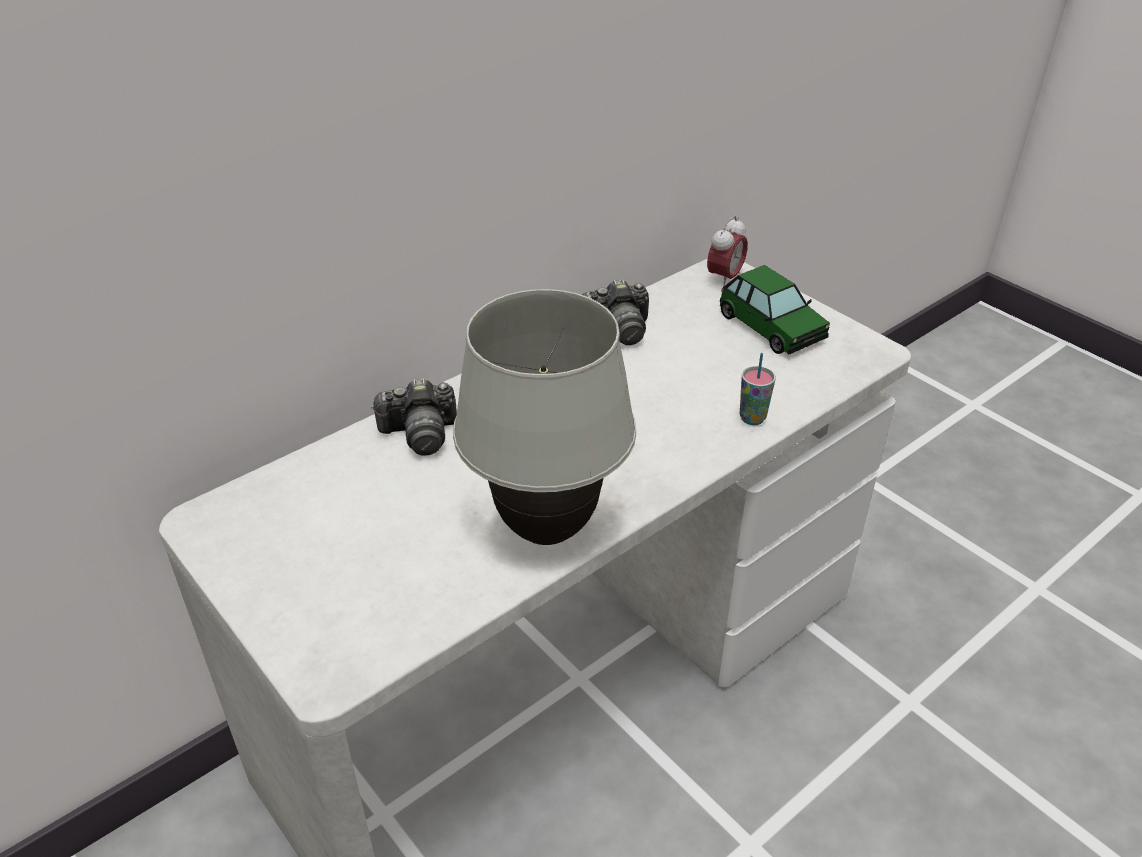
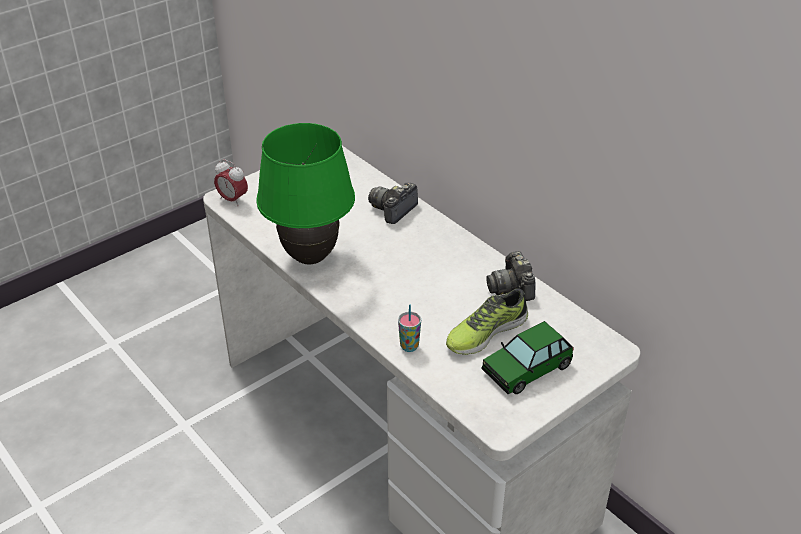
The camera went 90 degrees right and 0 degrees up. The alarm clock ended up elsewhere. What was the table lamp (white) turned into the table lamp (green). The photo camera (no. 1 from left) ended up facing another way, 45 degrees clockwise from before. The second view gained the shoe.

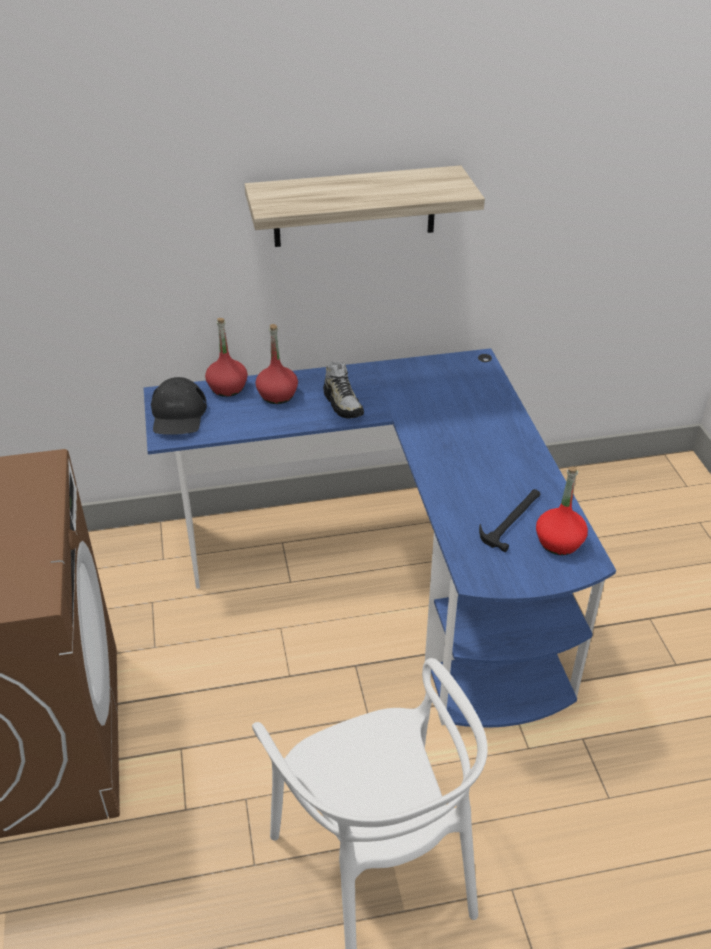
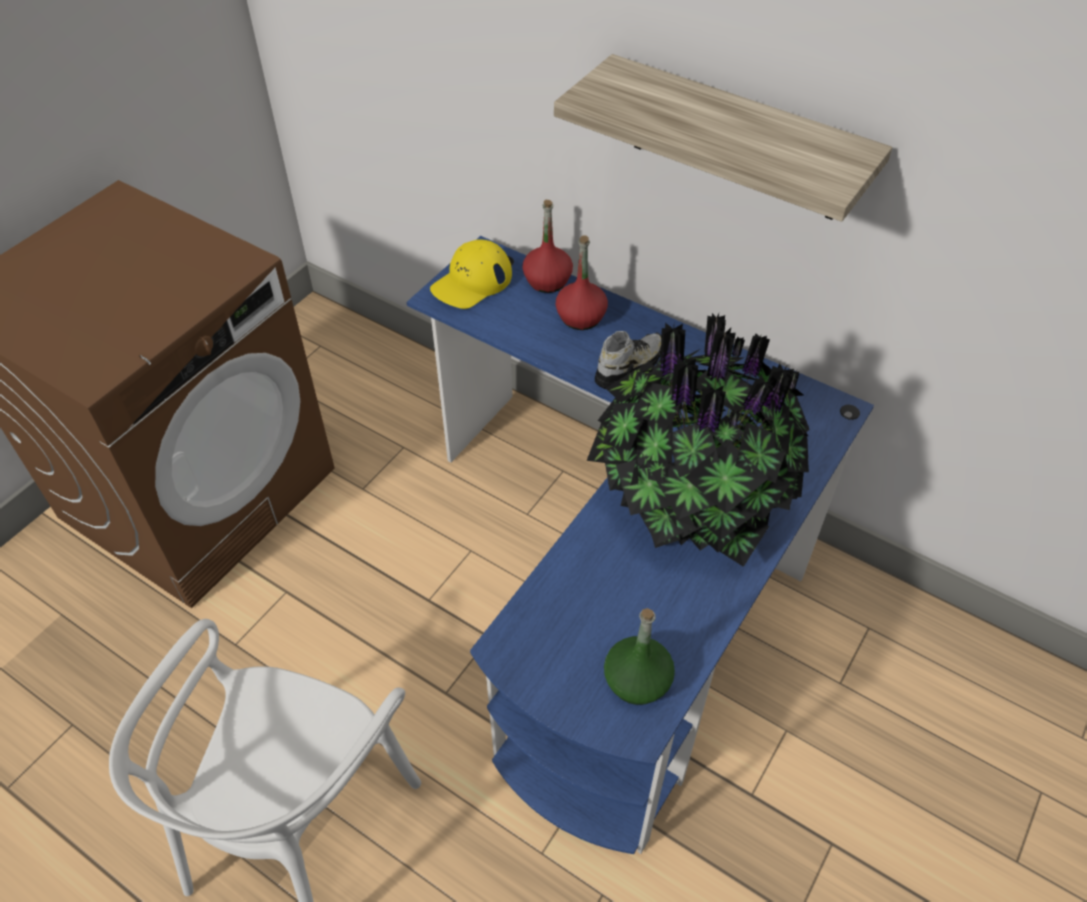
The camera went 45 degrees right and 10 degrees up. The shoe ended up facing another way, 150 degrees counterclockwise from before. What was the cap (black) turned into the cap (yellow). What was the bottle (red) (no. 3 from left) turned into the bottle (green). The second view lost the hammer. The second view gained the potted plant.

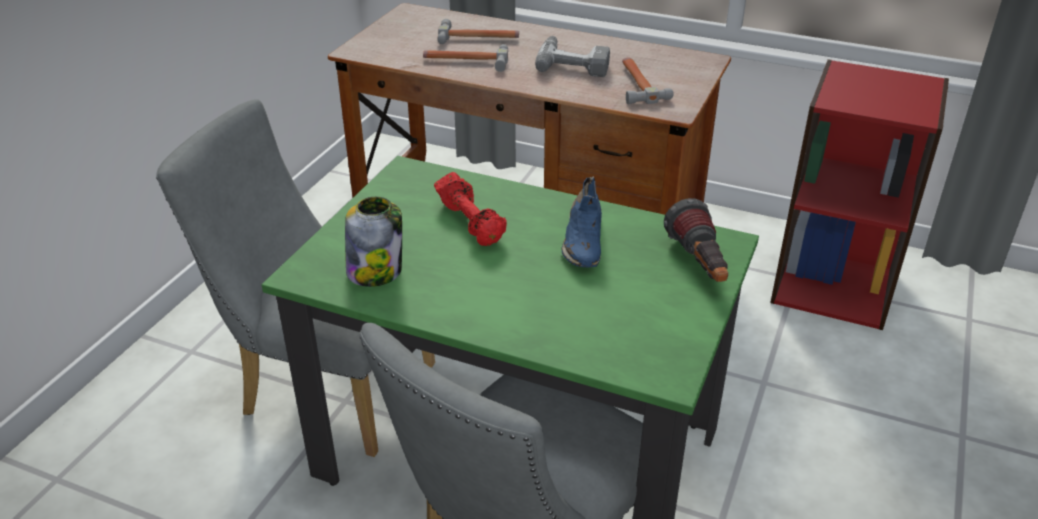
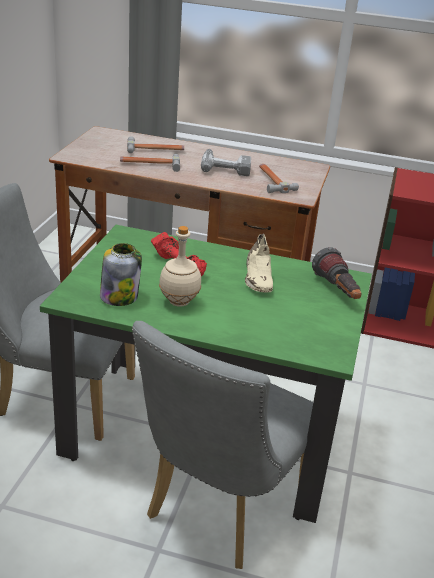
The camera went 10 degrees left and 5 degrees down. What was the shoe (blue) turned into the shoe (beige). The second view gained the bottle (beige).

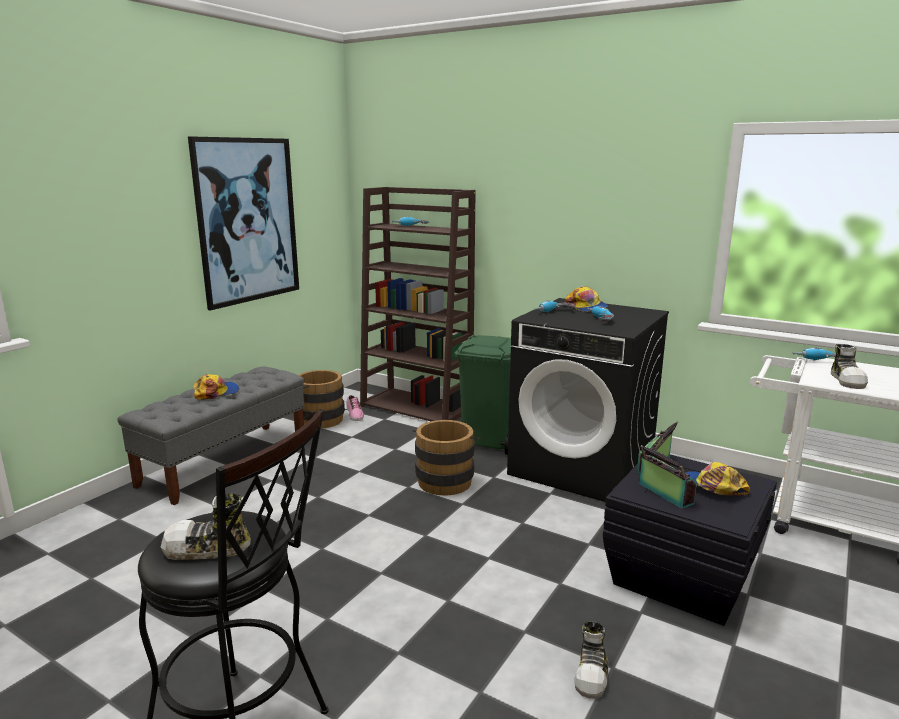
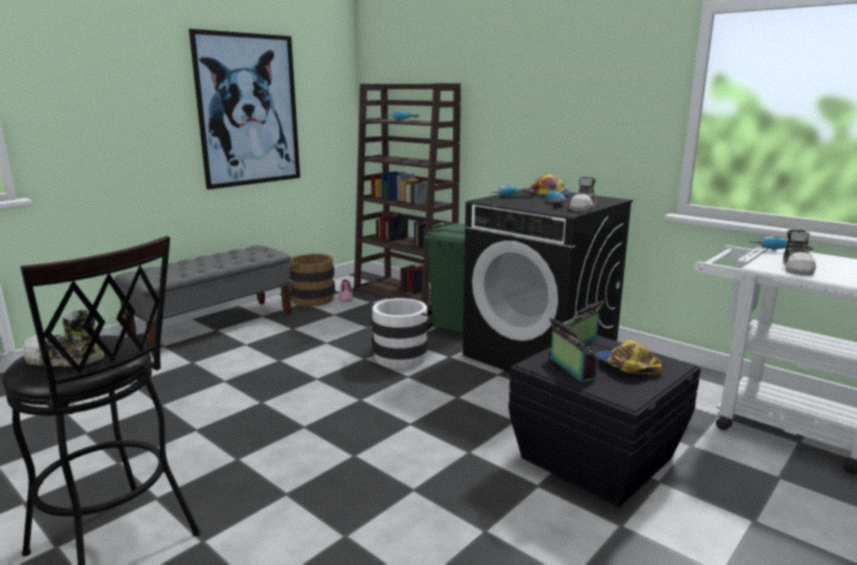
The camera went 10 degrees right and 0 degrees up. The second view lost the cap (no. 1 from left). What was the bucket (brown) (no. 2 from left) turned into the bucket (white). The shoe (no. 3 from left) ended up elsewhere.

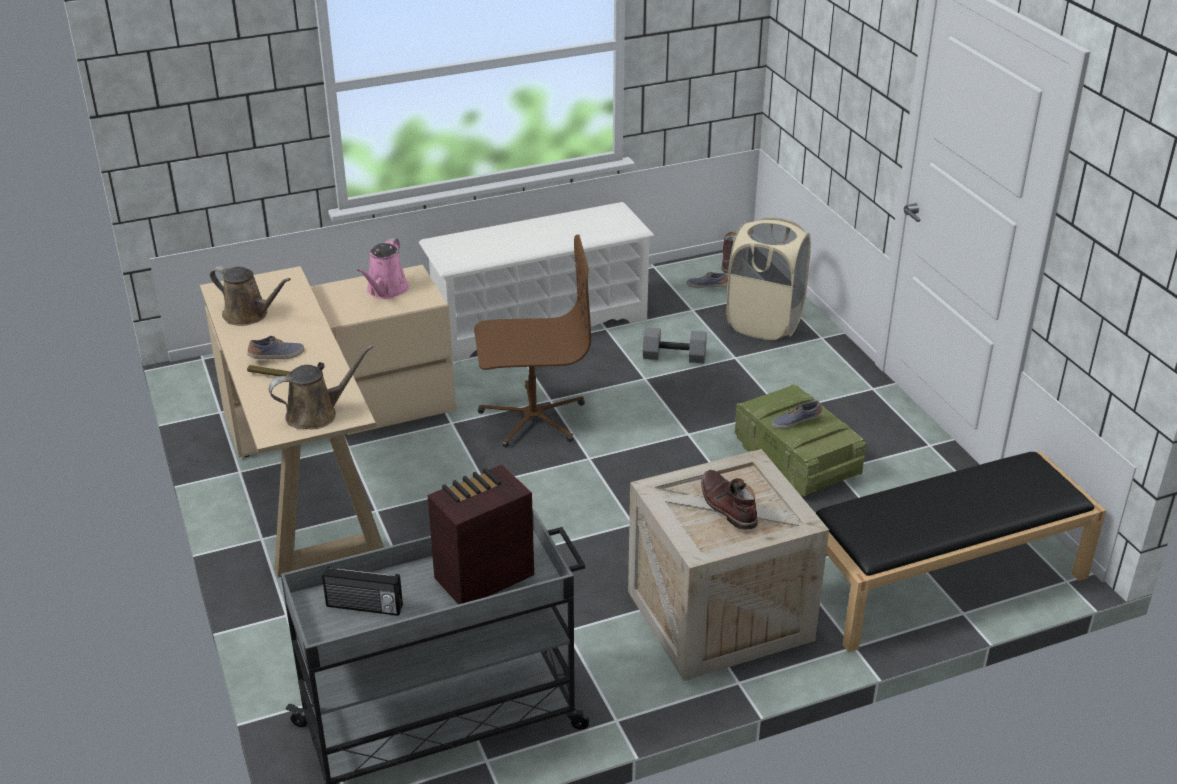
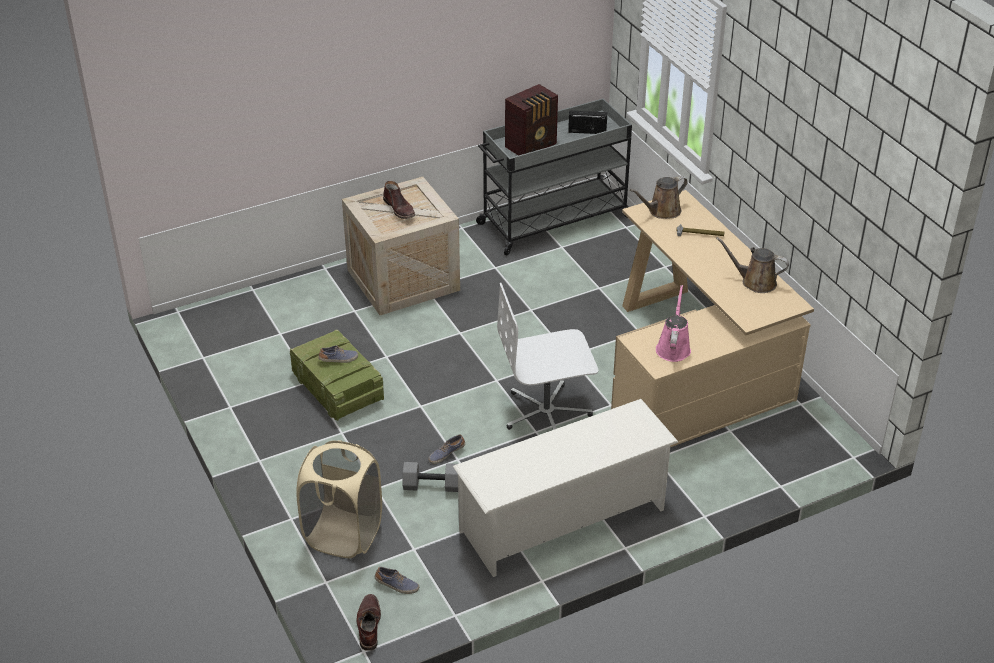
The camera went 175 degrees right and 5 degrees up. What was the office chair (brown) turned into the office chair (white). The shoe (no. 1 from left in the first image) ended up elsewhere. The second view lost the bench (black).

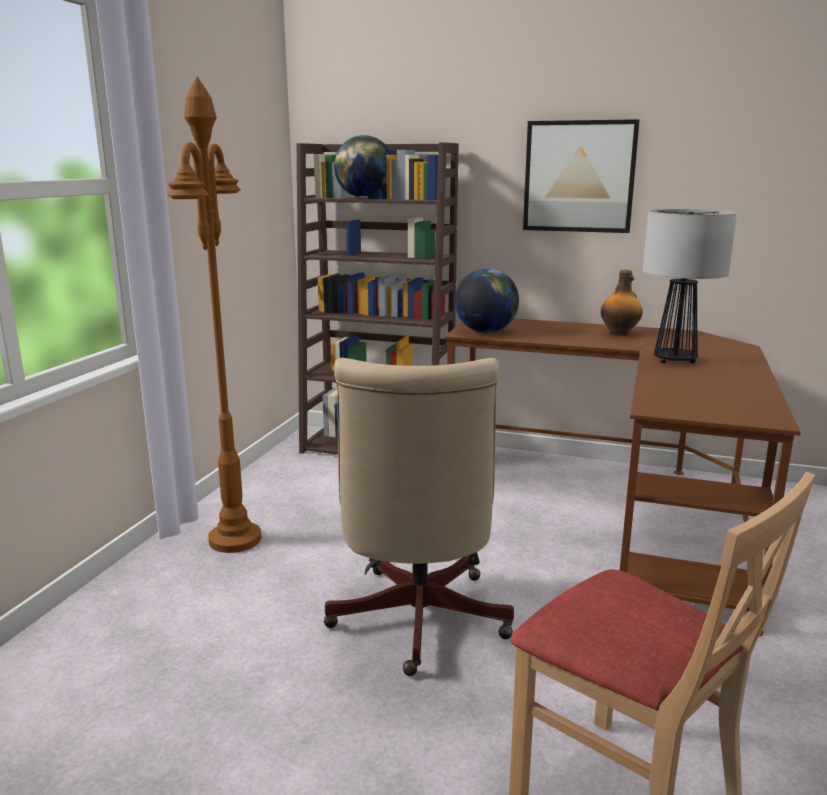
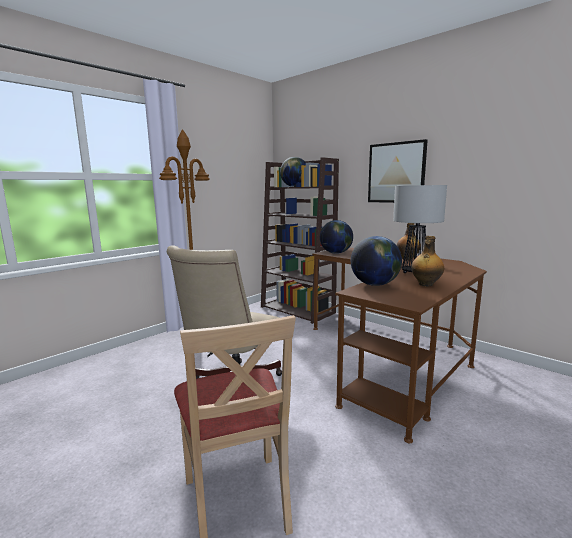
The camera went 25 degrees right and 5 degrees down. The second view gained the globe (no. 3 from left). The second view gained the bottle (no. 2 from left).

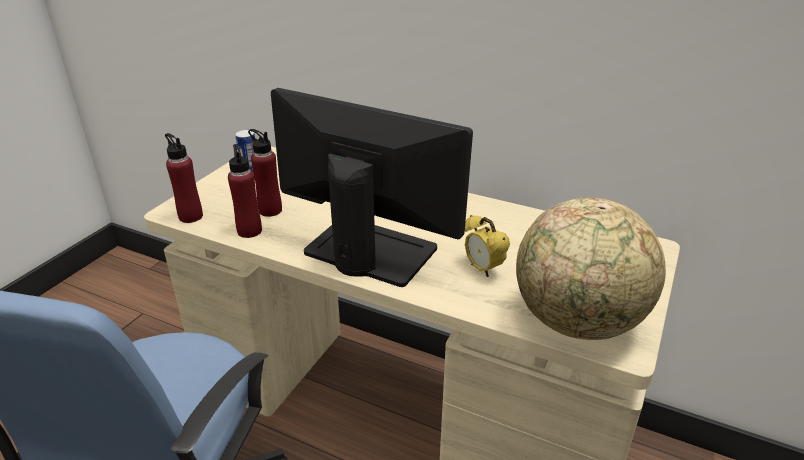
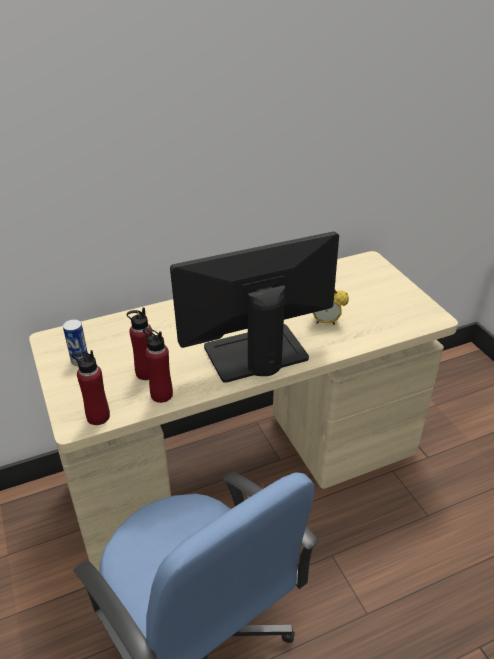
The camera went 50 degrees left and 5 degrees up. The second view lost the globe.

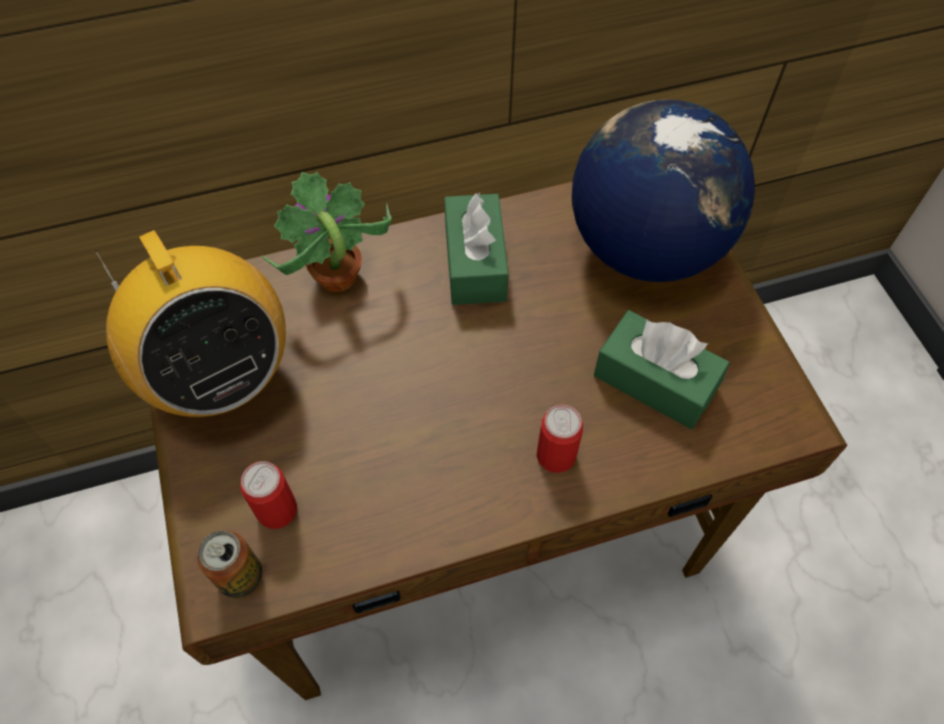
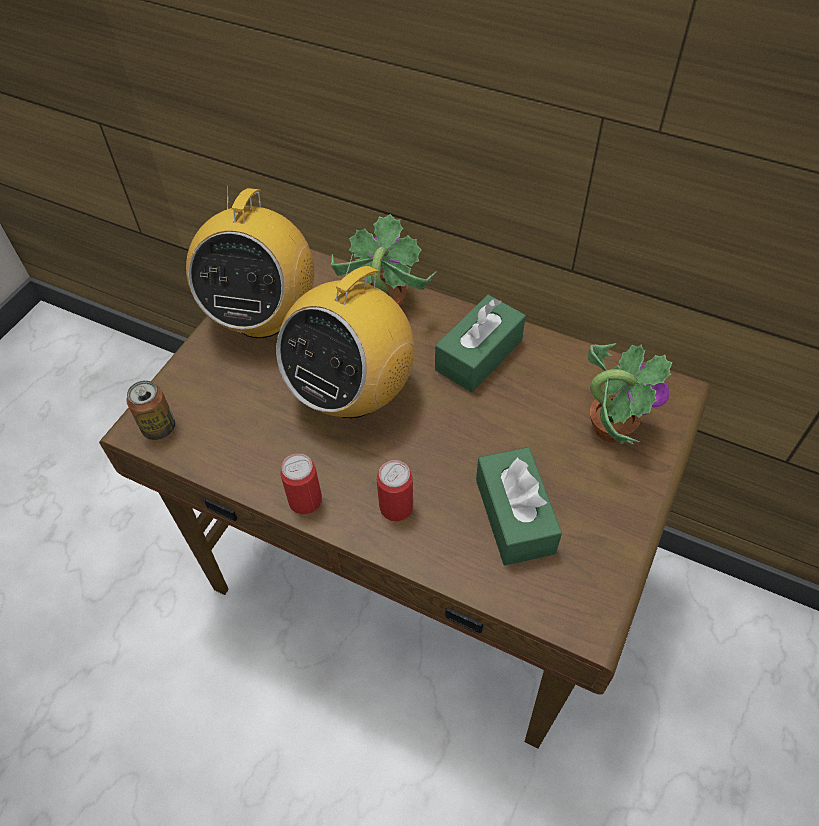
The camera went 45 degrees right and 5 degrees down. Where the globe stood, the potted plant (no. 2 from left) came to stand. The can (no. 2 from left) ended up elsewhere. The second view gained the radio (no. 2 from left).

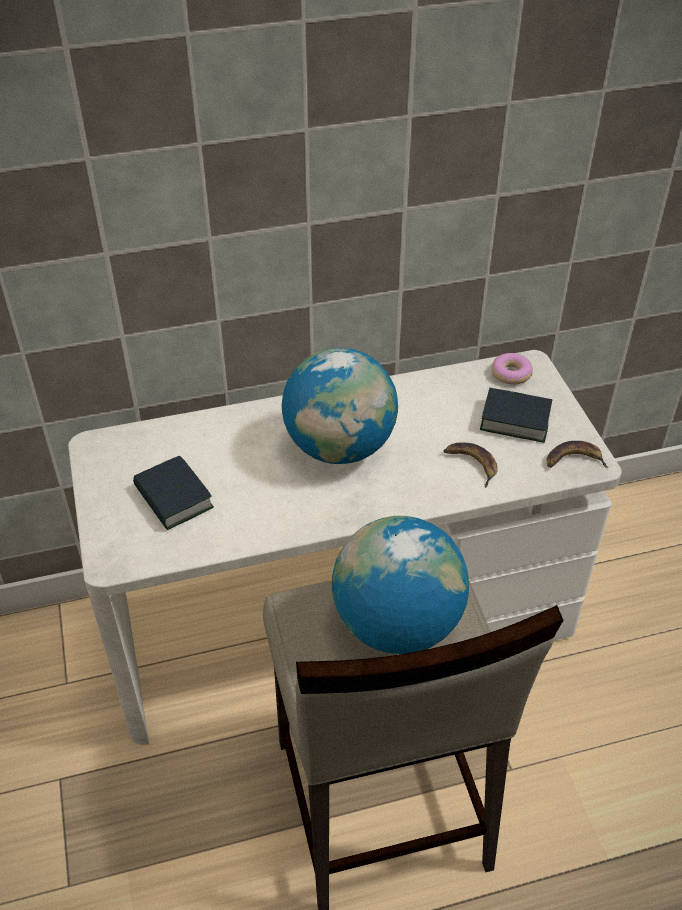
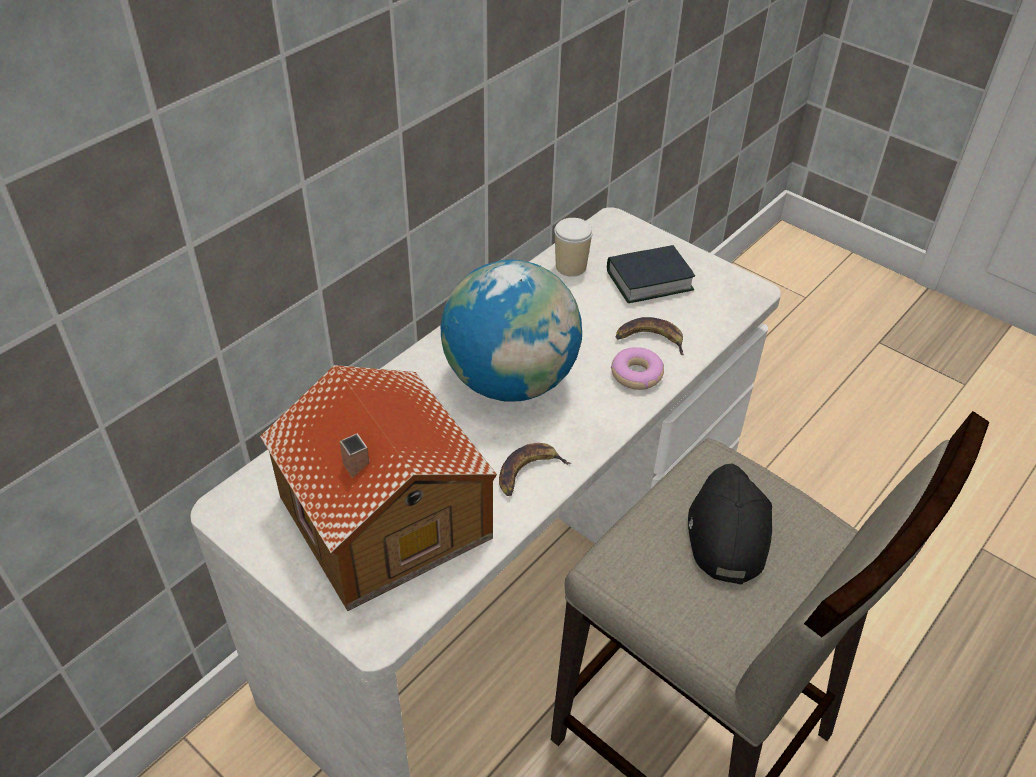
The camera went 35 degrees left and 0 degrees up. The donut ended up elsewhere. The banana (no. 2 from left in the first image) ended up elsewhere. Where the book (no. 1 from left) stood, the toy house came to stand. Where the globe (no. 2 from left) stood, the cap (black) came to stand. The second view gained the cup.

